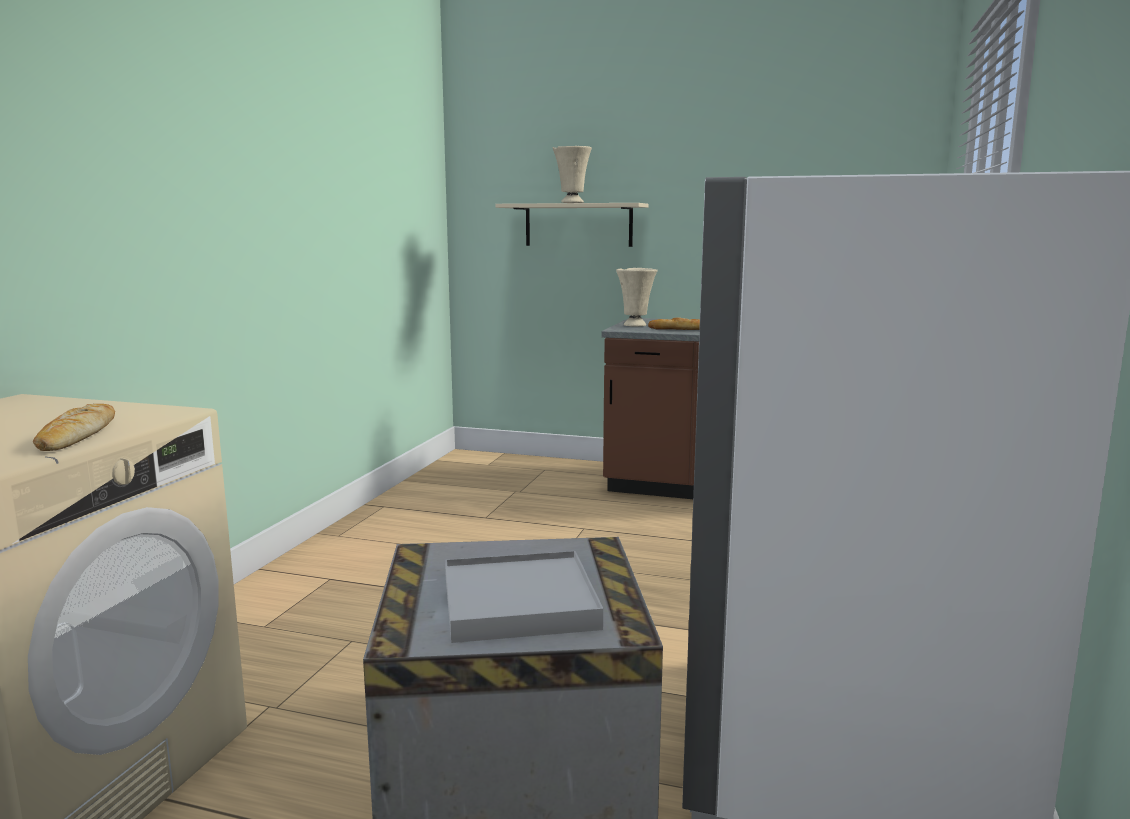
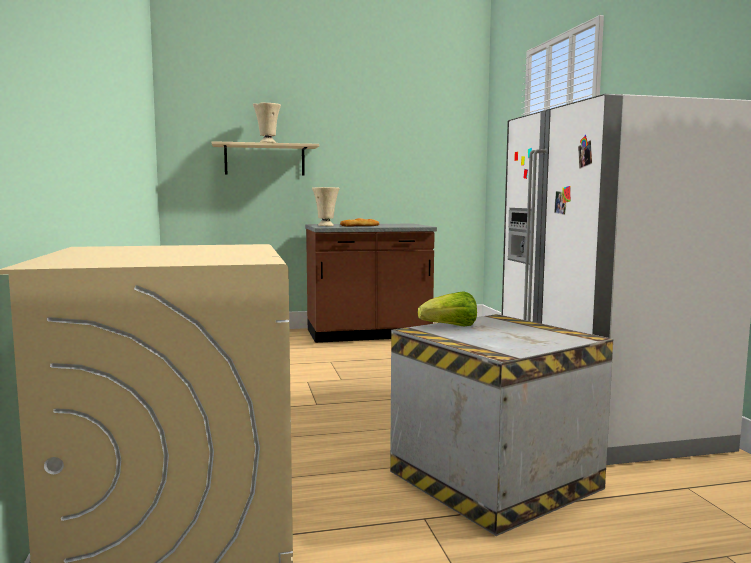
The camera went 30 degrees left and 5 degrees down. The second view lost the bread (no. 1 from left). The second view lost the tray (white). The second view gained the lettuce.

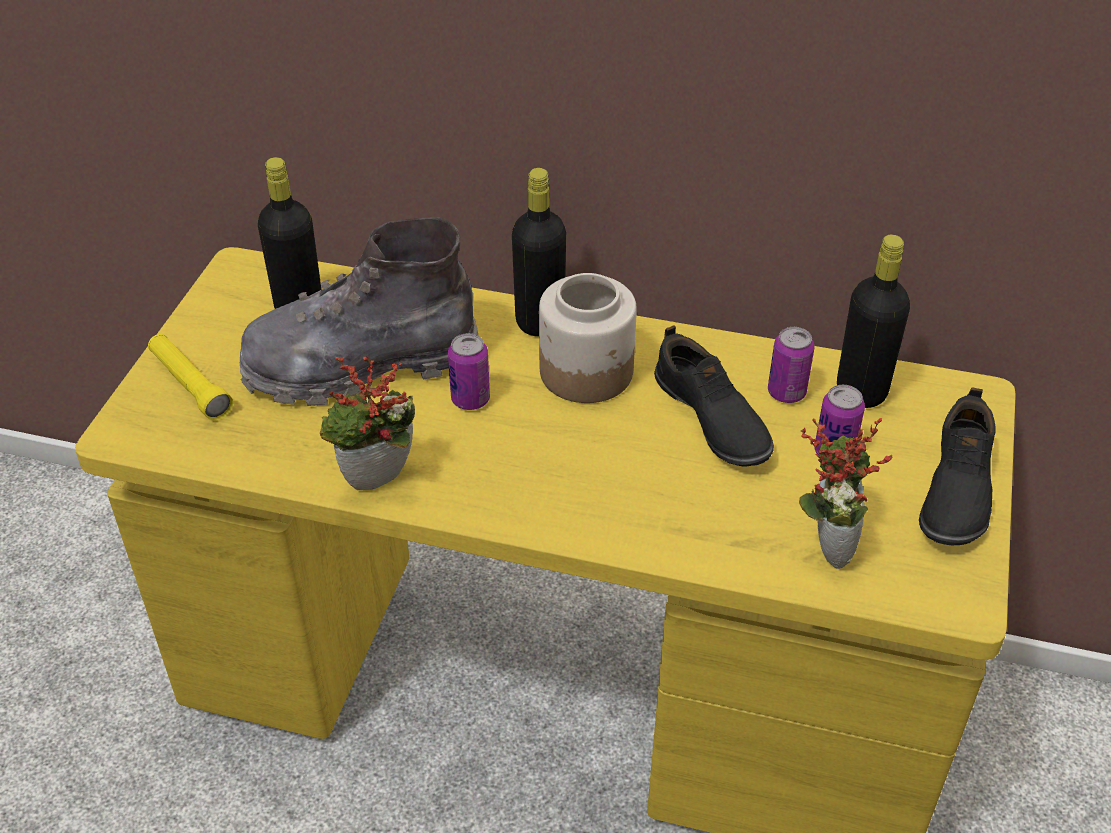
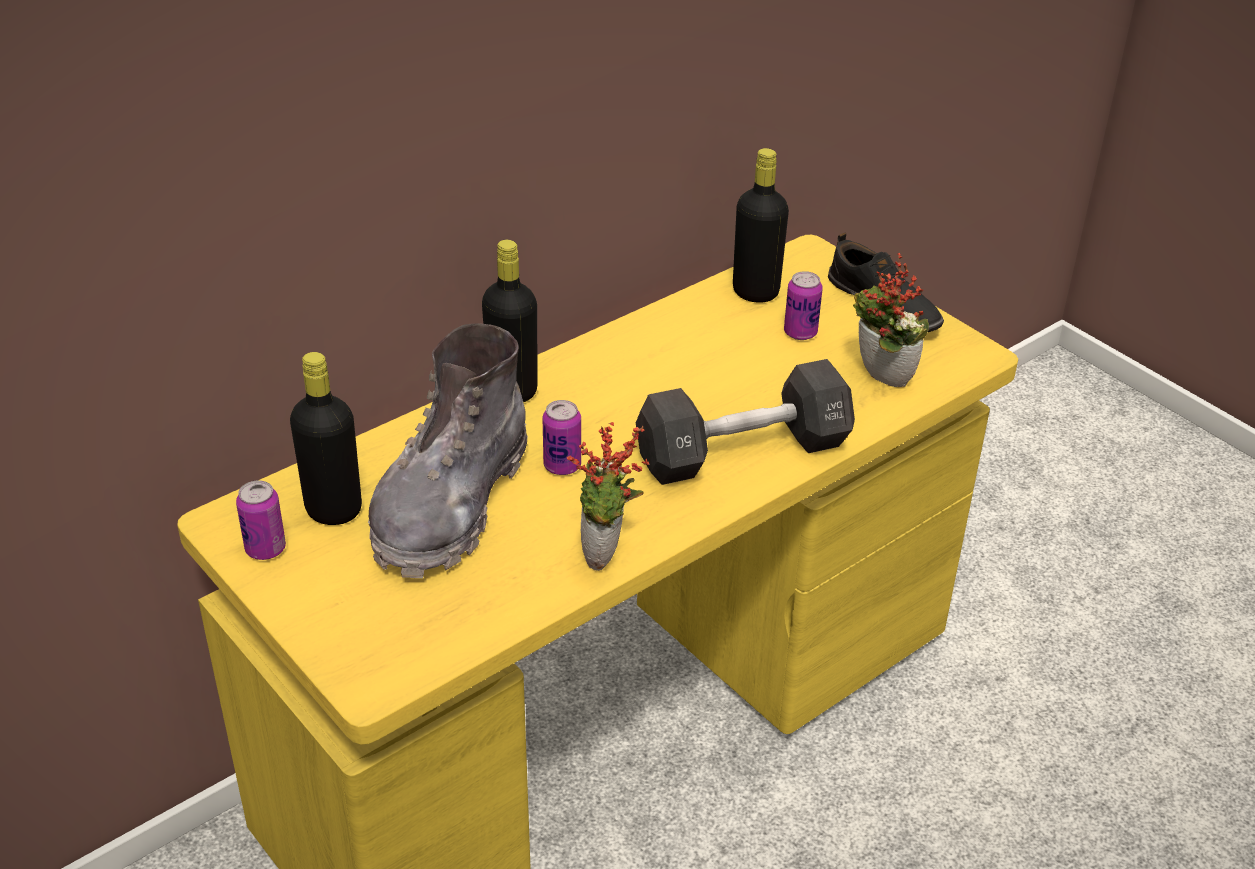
The camera went 55 degrees left and 5 degrees down. The second view lost the jar. The second view lost the shoe (black) (no. 1 from left). The can (no. 2 from left in the first image) ended up elsewhere. The second view lost the flashlight (yellow). The second view gained the dumbbell (black).

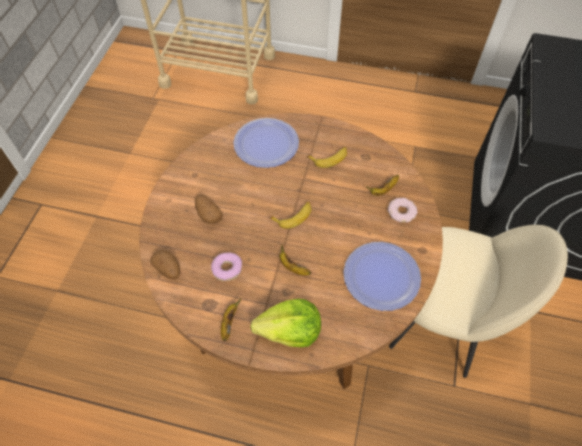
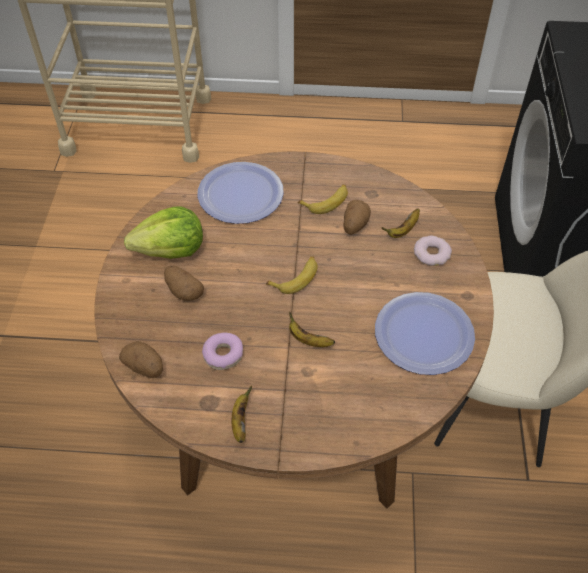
The camera went 10 degrees left and 5 degrees down. The lettuce ended up elsewhere. The second view gained the potato (no. 3 from left).

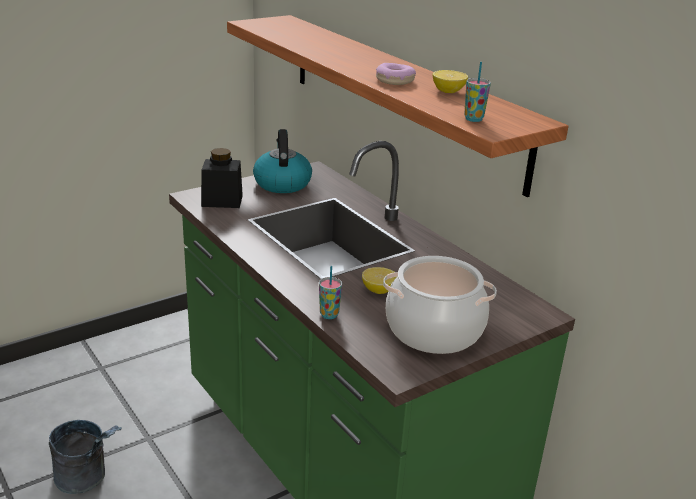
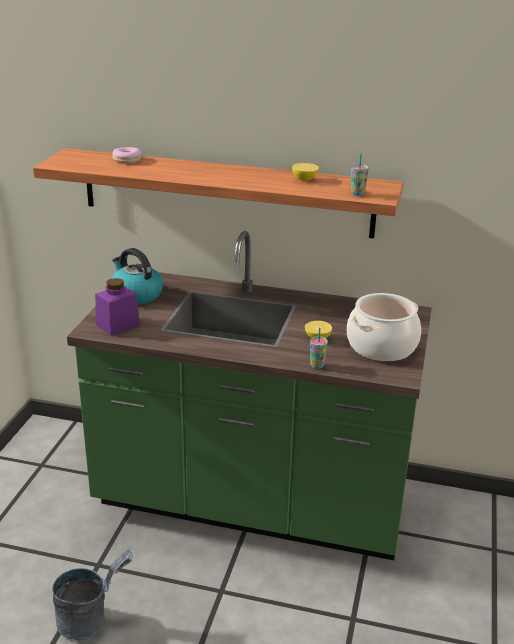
The camera went 40 degrees left and 0 degrees up. The donut ended up elsewhere. What was the jar (black) turned into the jar (purple).

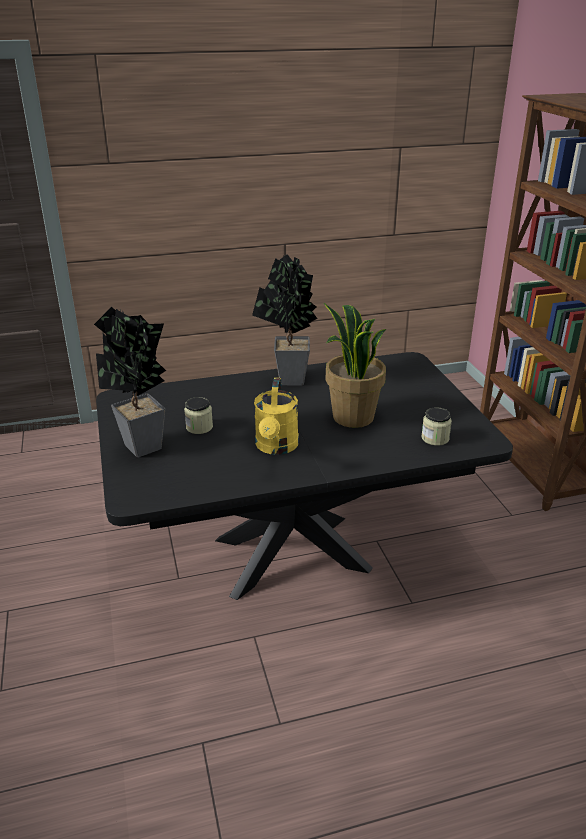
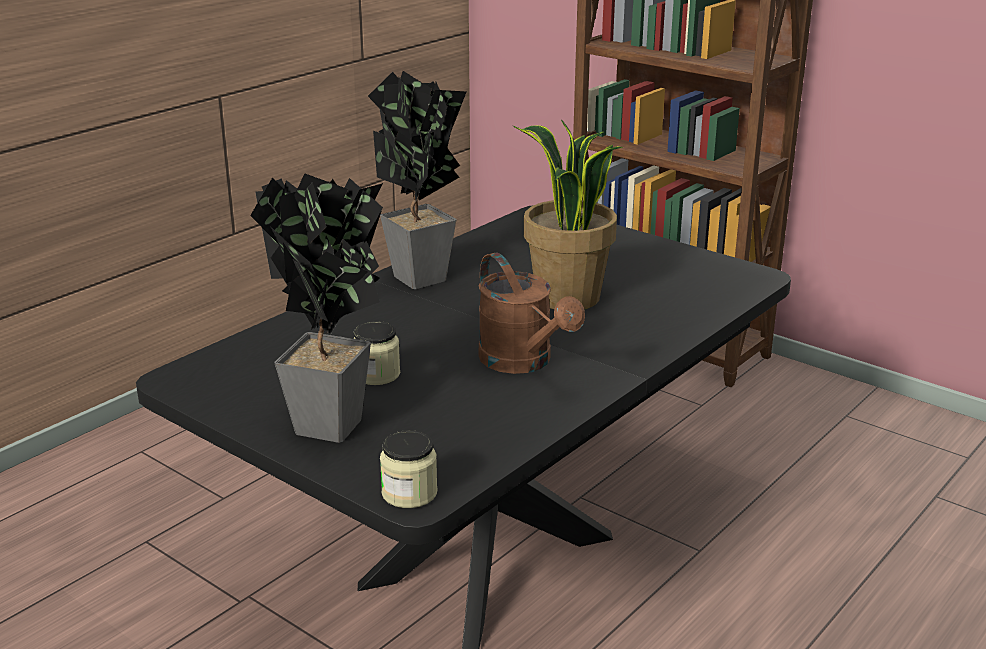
The camera went 35 degrees left and 5 degrees down. What was the watering can (yellow) turned into the watering can (brown). The jar (no. 2 from left) ended up elsewhere.

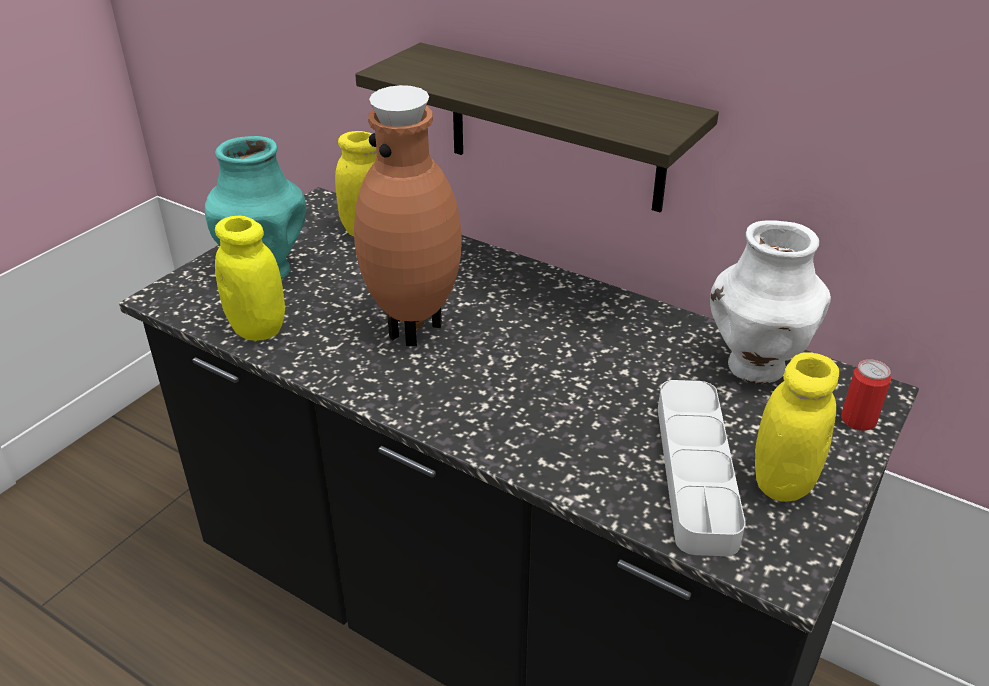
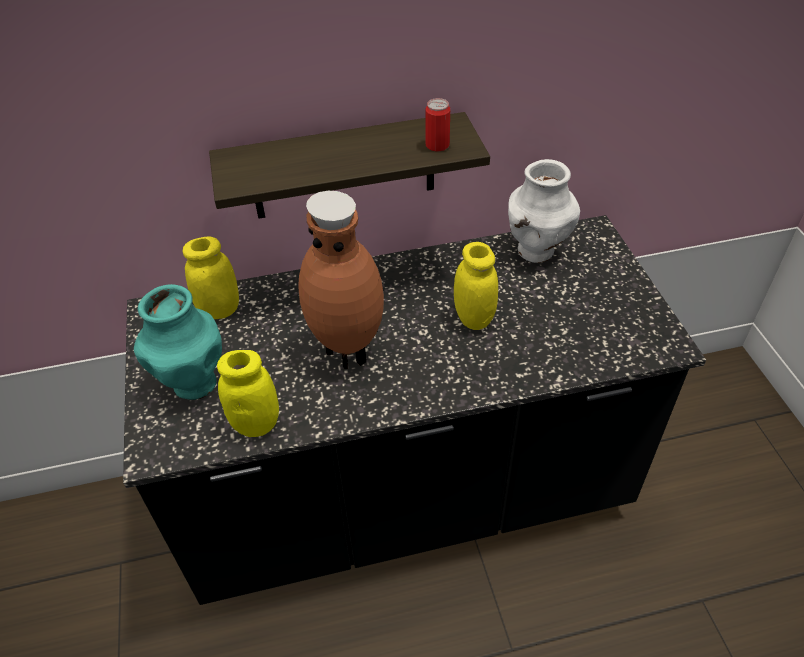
The camera went 45 degrees left and 10 degrees up. The jar (yellow) (no. 3 from left) ended up elsewhere. The can ended up elsewhere. The second view lost the tray (grey).

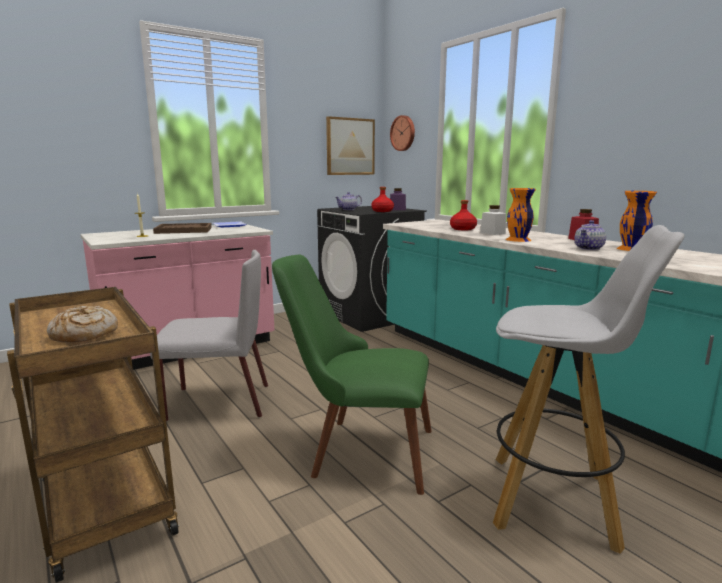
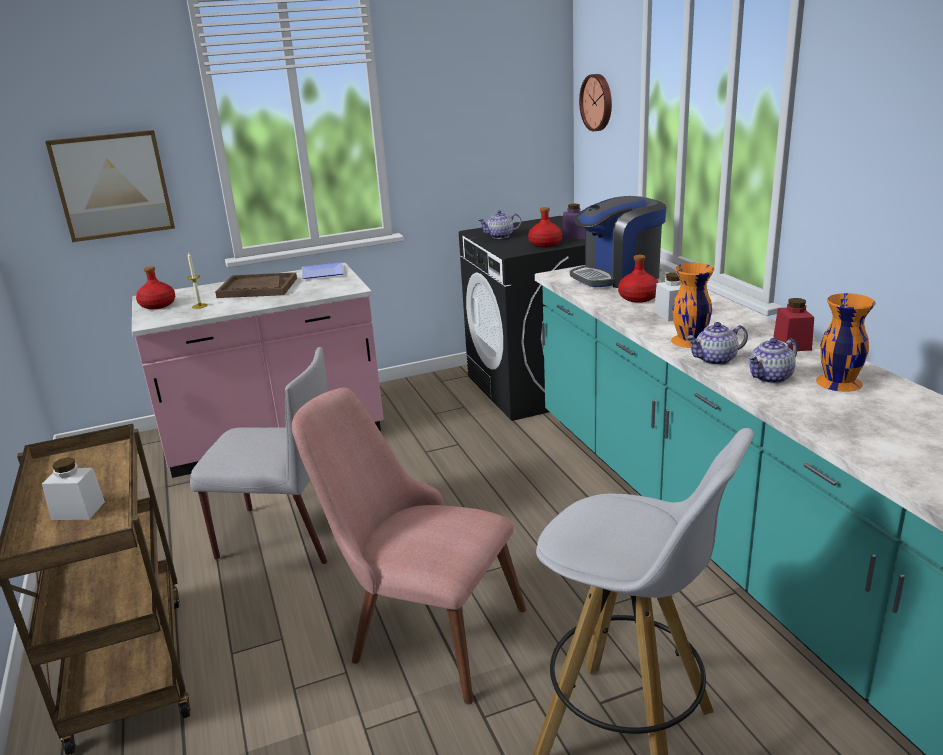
The camera went 15 degrees right and 10 degrees up. The picture ended up elsewhere. What was the chair (green) turned into the chair (pink). Where the bread stood, the jar (white) (no. 1 from left) came to stand. The second view gained the coffee machine. The second view gained the bottle (red) (no. 1 from left). The second view gained the teapot (no. 2 from left).

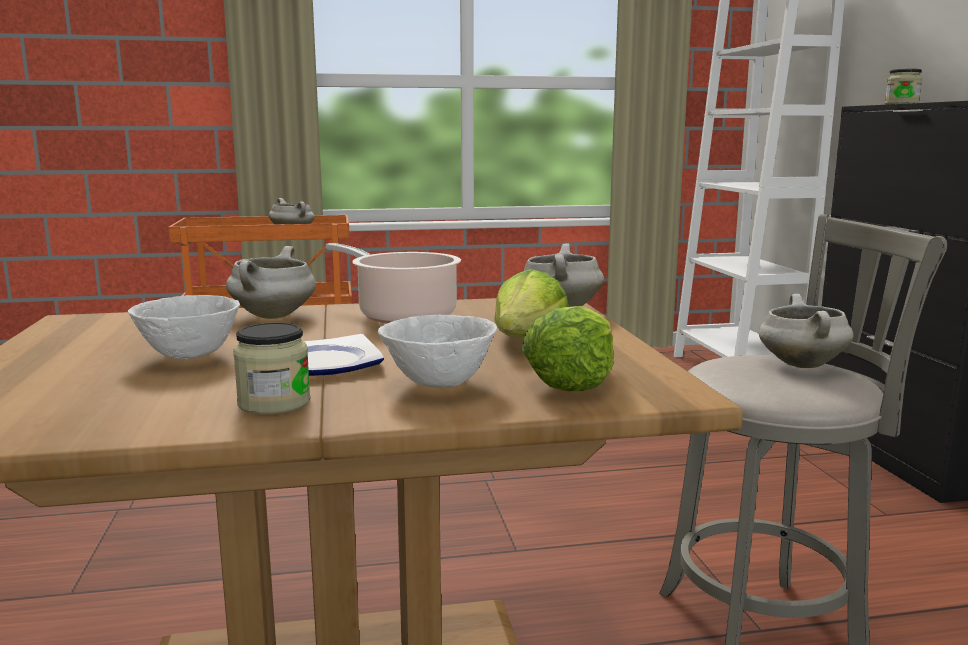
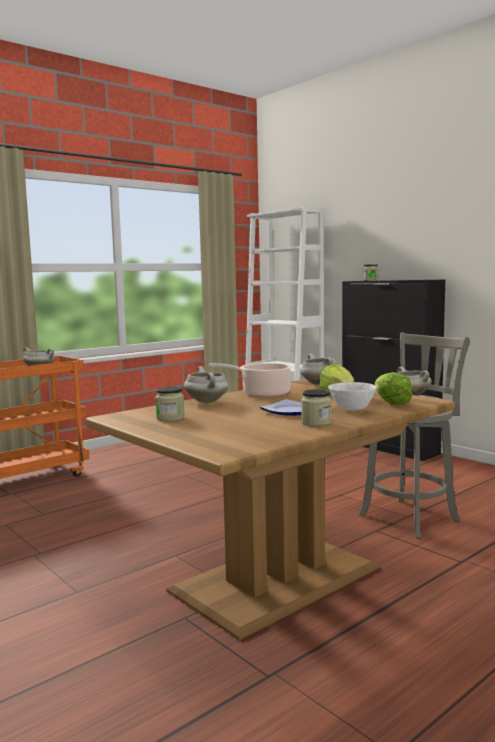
The camera went 30 degrees left and 5 degrees down. The second view lost the bowl (white) (no. 1 from left). The second view gained the jar (no. 1 from left).

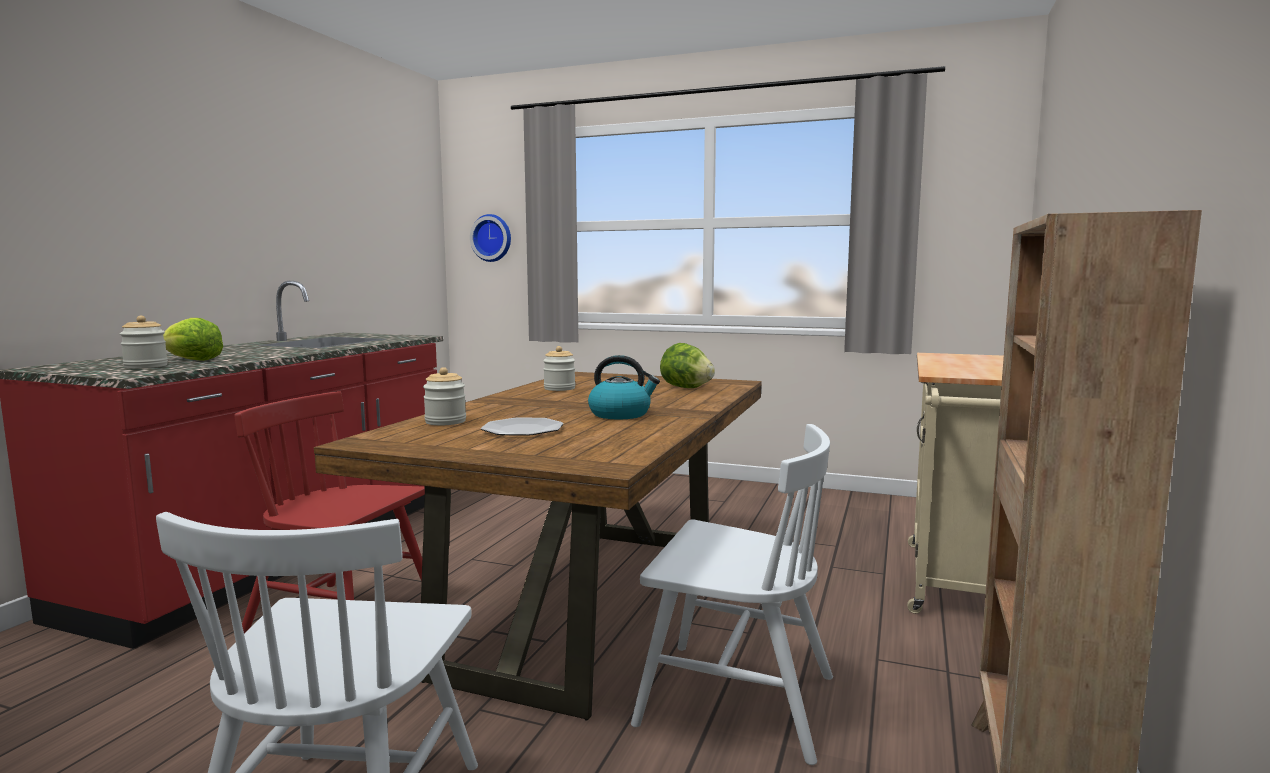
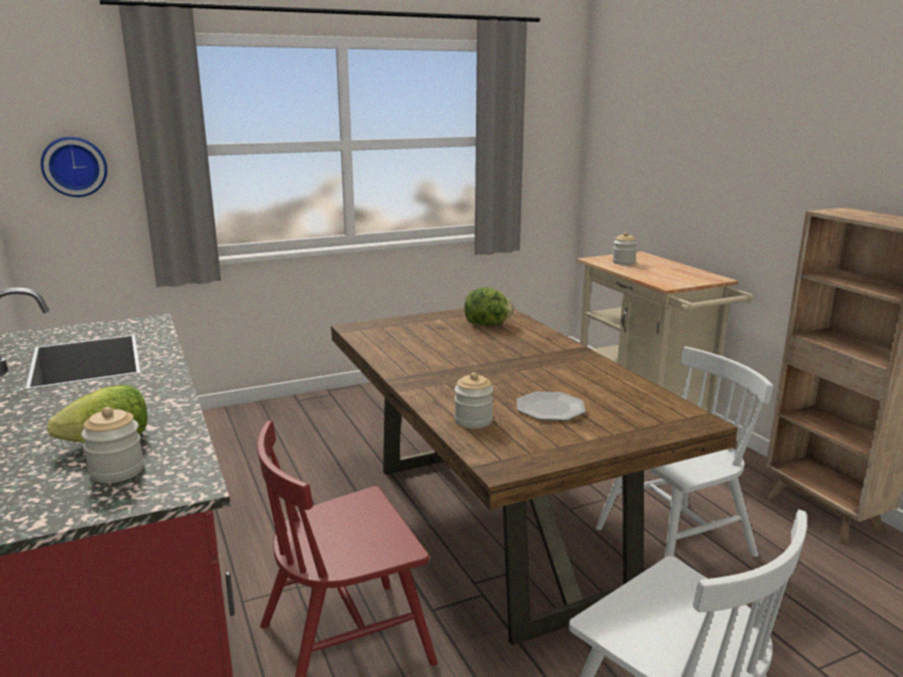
The camera went 45 degrees left and 10 degrees up. The jar (no. 3 from left) ended up elsewhere. The second view lost the kettle.

